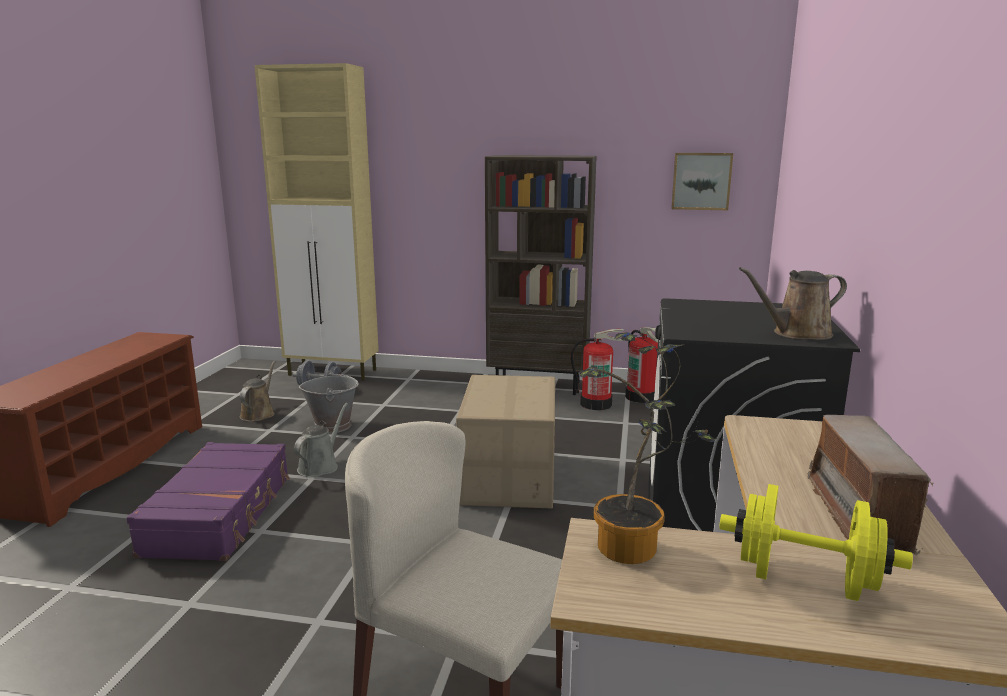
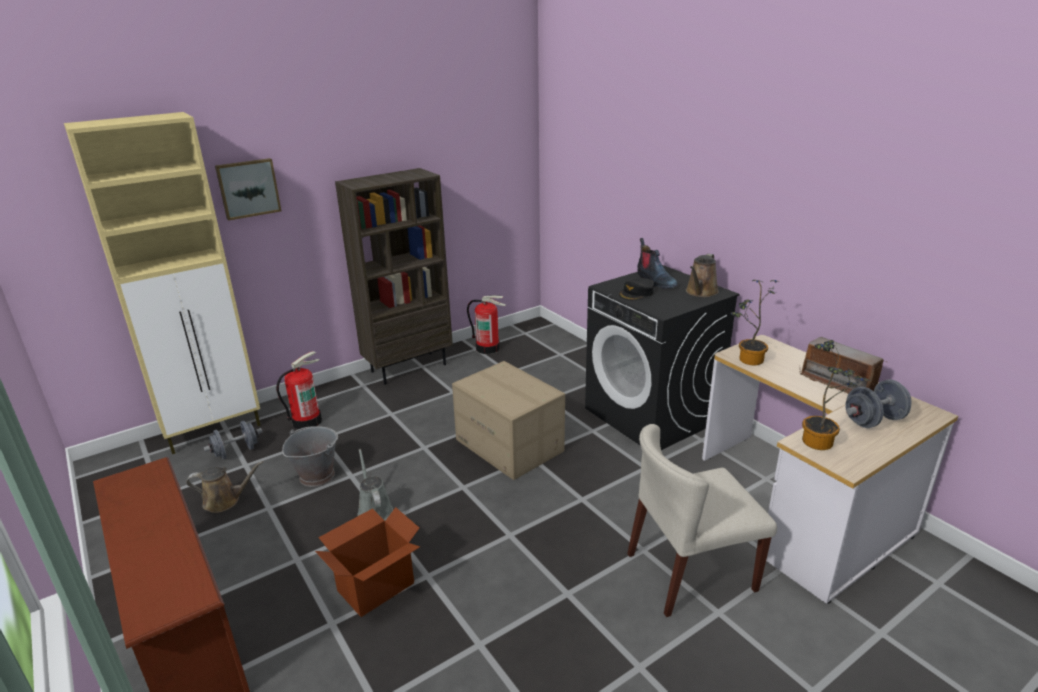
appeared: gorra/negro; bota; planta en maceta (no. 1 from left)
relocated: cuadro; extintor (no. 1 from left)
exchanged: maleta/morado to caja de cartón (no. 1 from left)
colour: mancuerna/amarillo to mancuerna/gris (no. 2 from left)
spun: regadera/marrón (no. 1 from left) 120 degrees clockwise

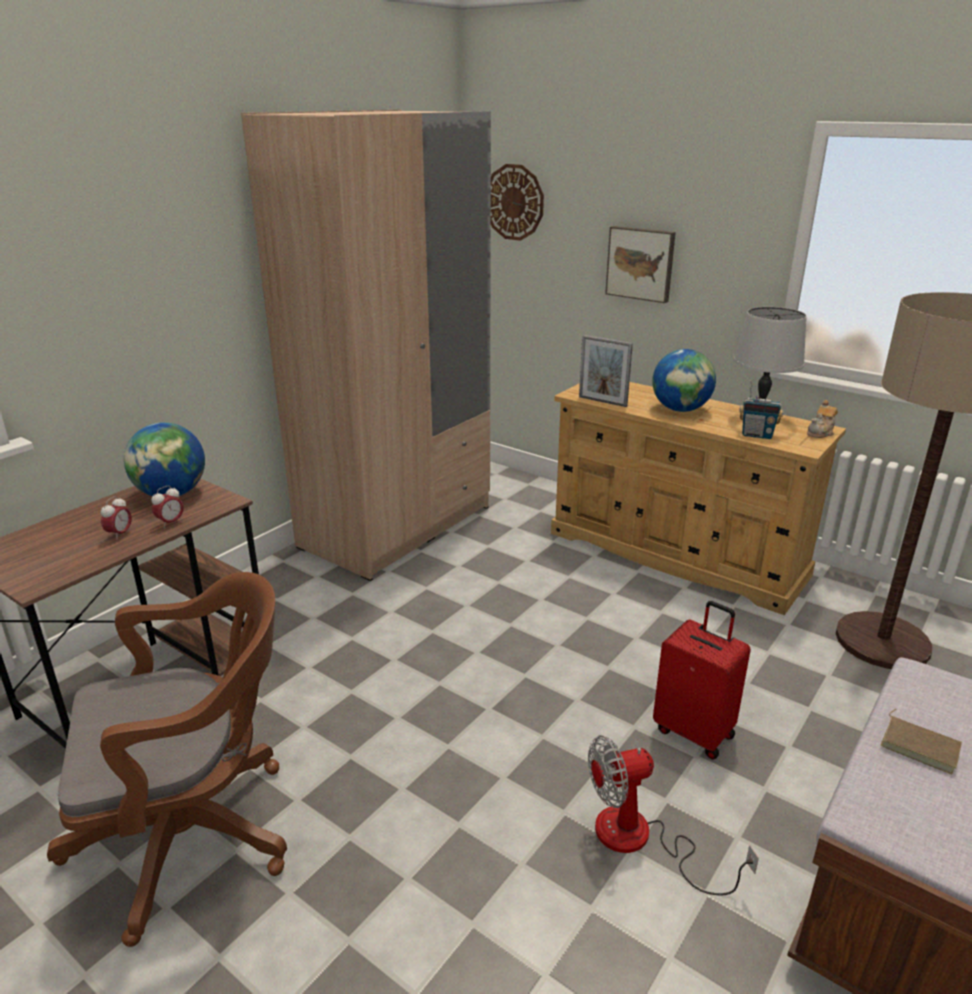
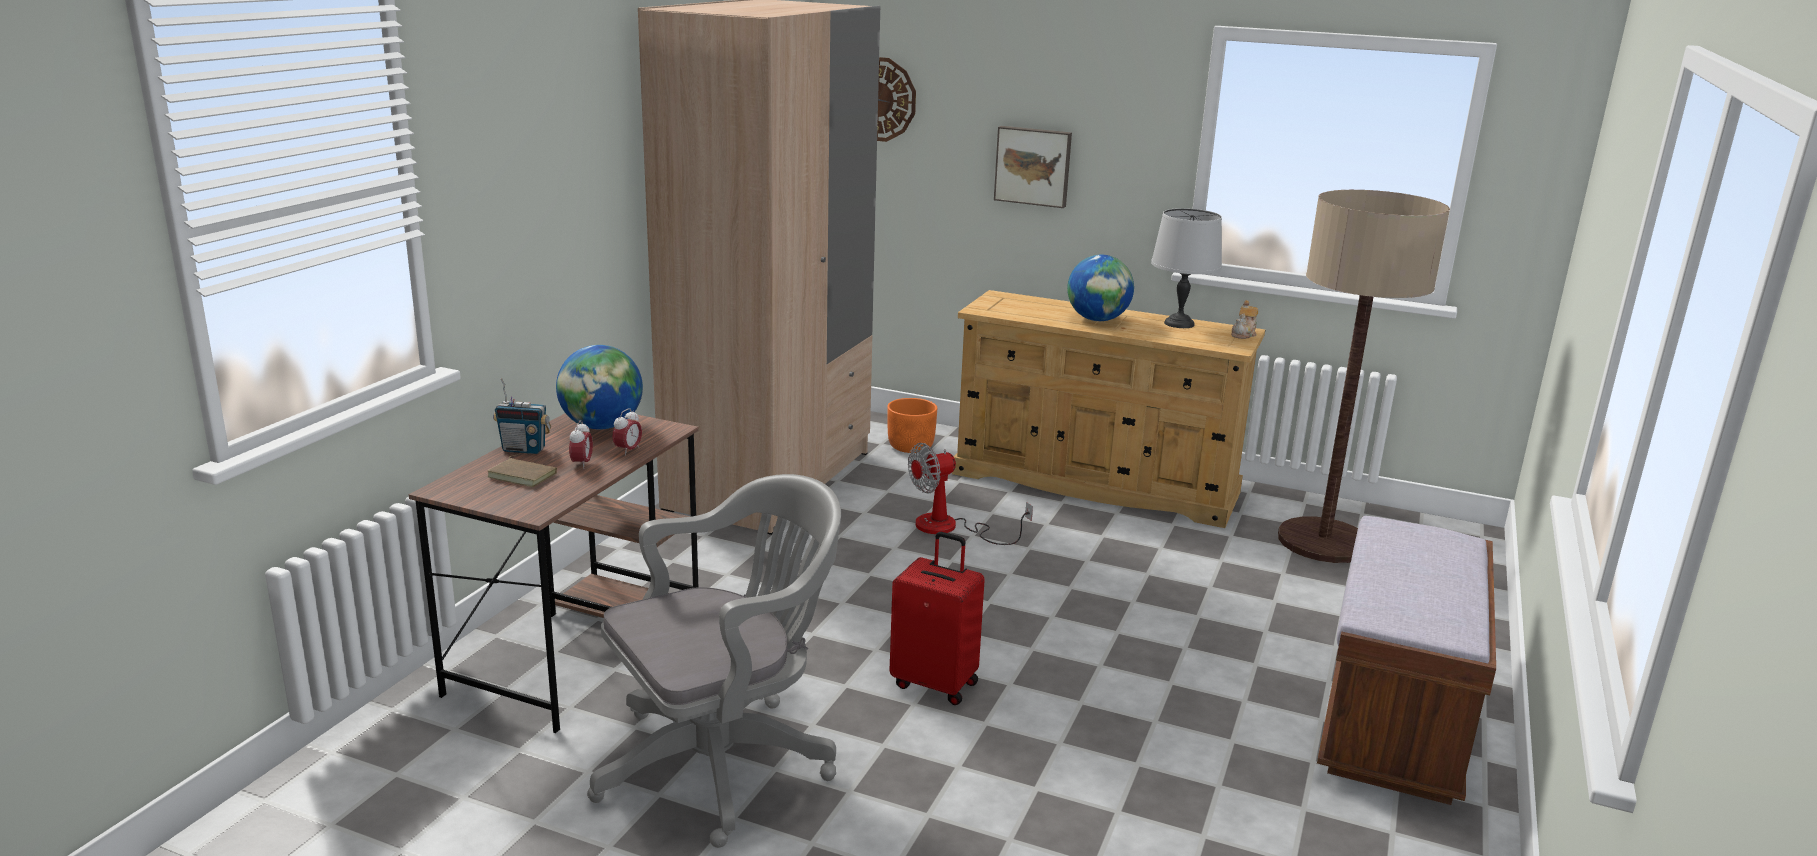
missing: portarretratos
appeared: maceta/naranja
relocated: libro/marrón; radio; maleta/rojo; ventilador
colour: silla de oficina/marrón to silla de oficina/gris

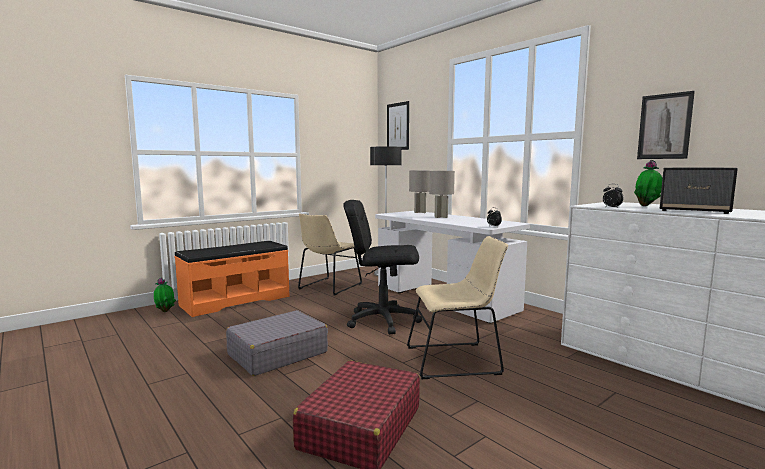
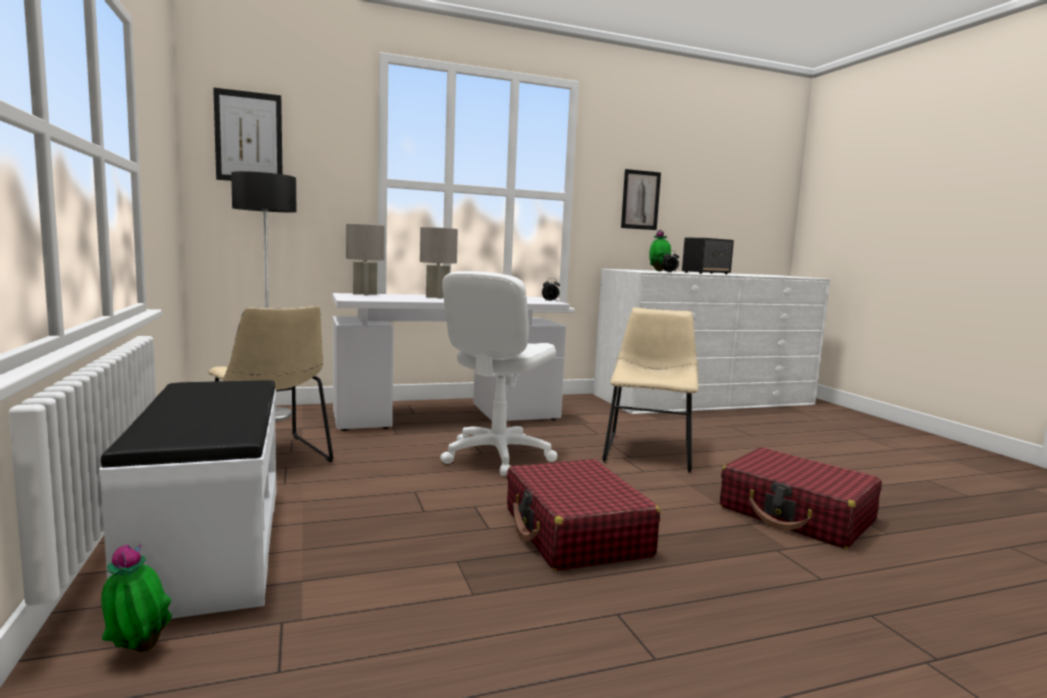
colour: banco/naranja to banco/blanco; silla de oficina/negro to silla de oficina/blanco; maleta/gris to maleta/rojo (no. 1 from left)

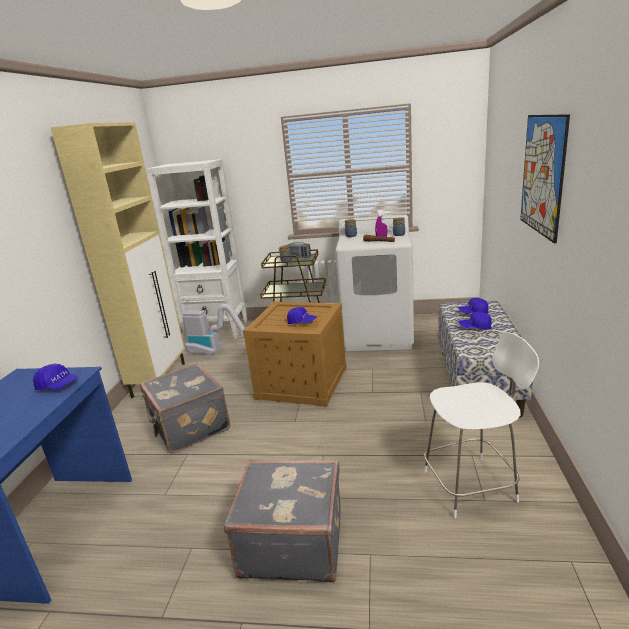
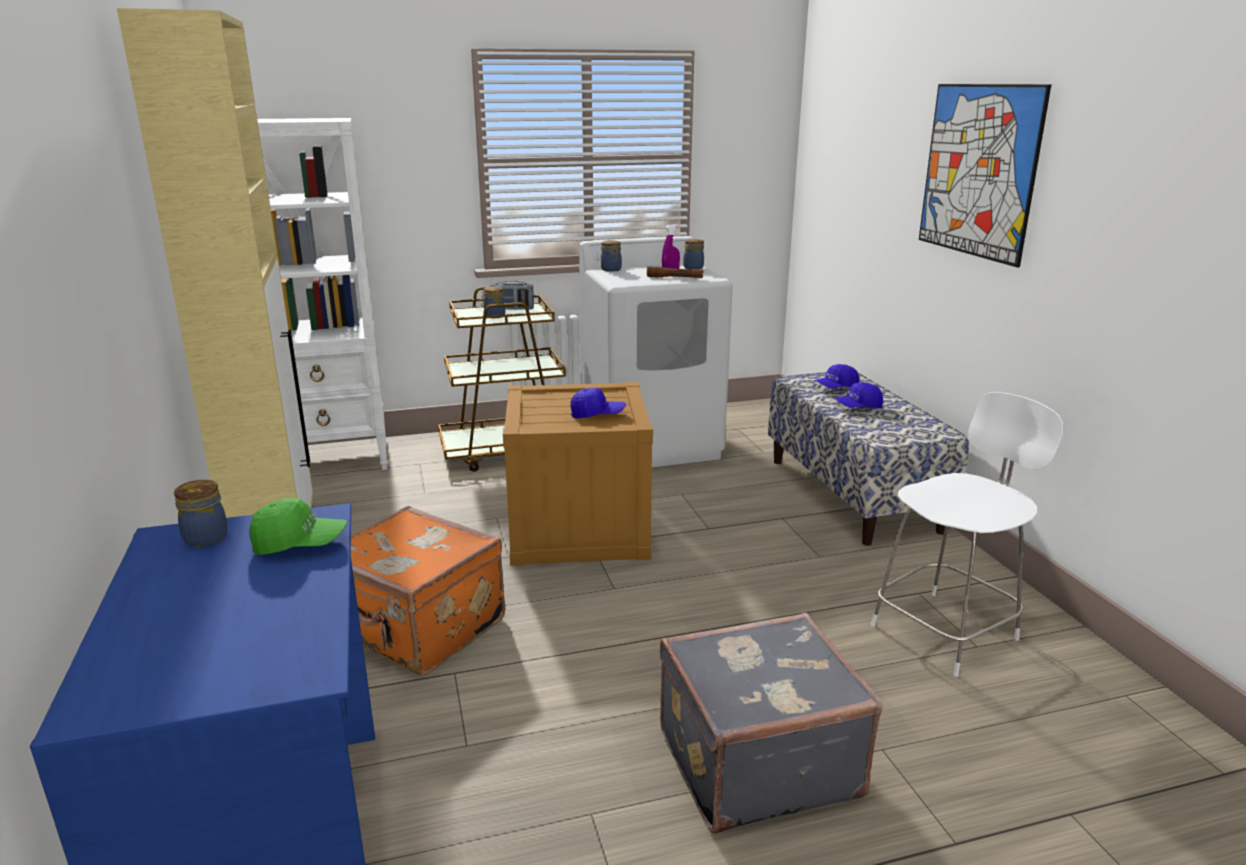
missing: aspiradora
appeared: tarro (no. 1 from left)
colour: gorra/azul (no. 1 from left) to gorra/verde; maleta/gris (no. 1 from left) to maleta/naranja

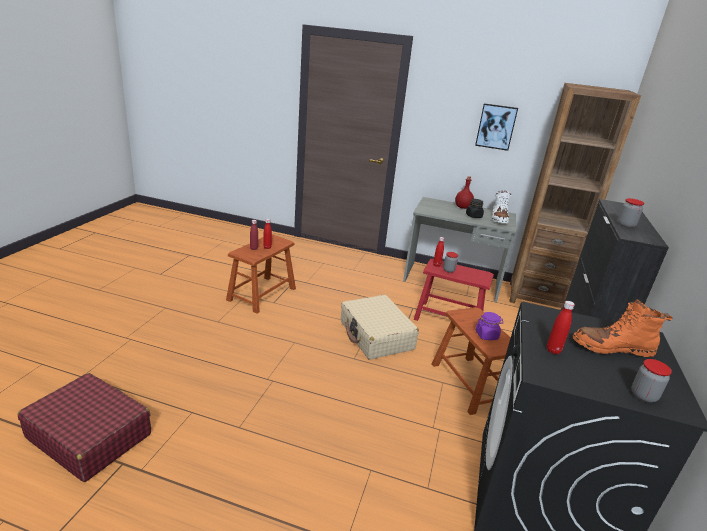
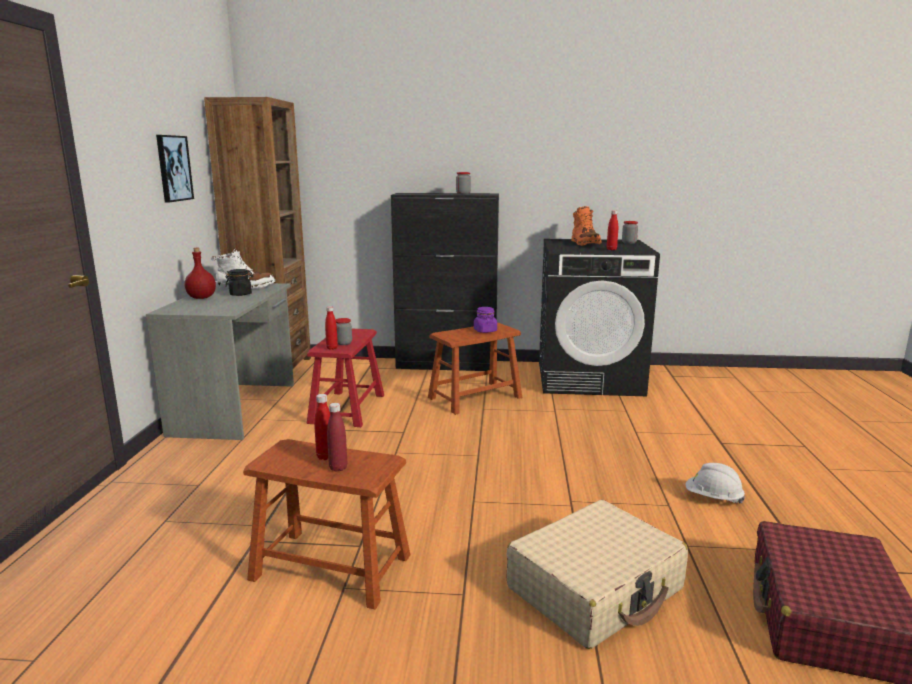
appeared: casco/blanco
relocated: maleta/beis

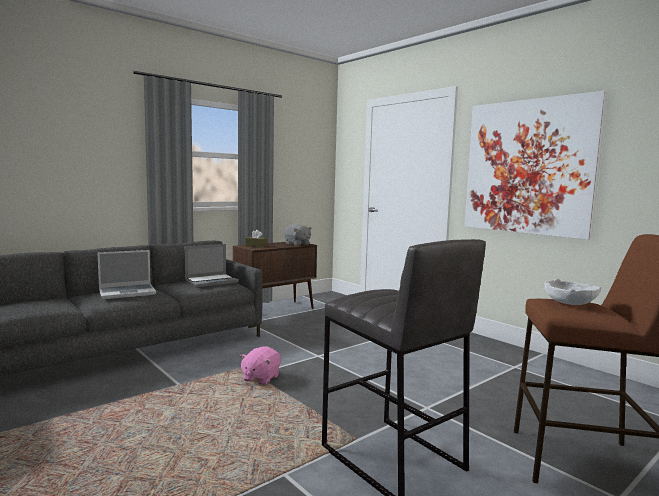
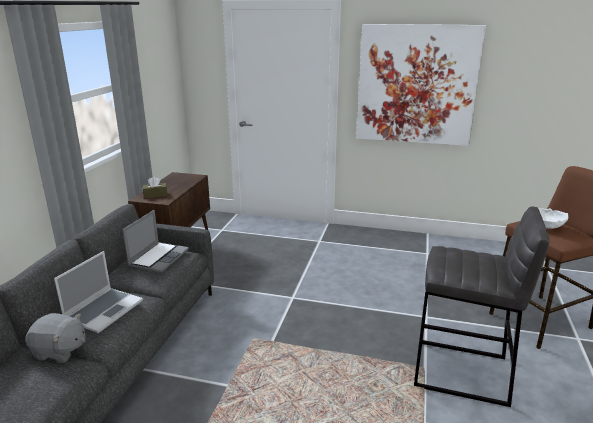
missing: peluche/rosa
relocated: peluche/gris

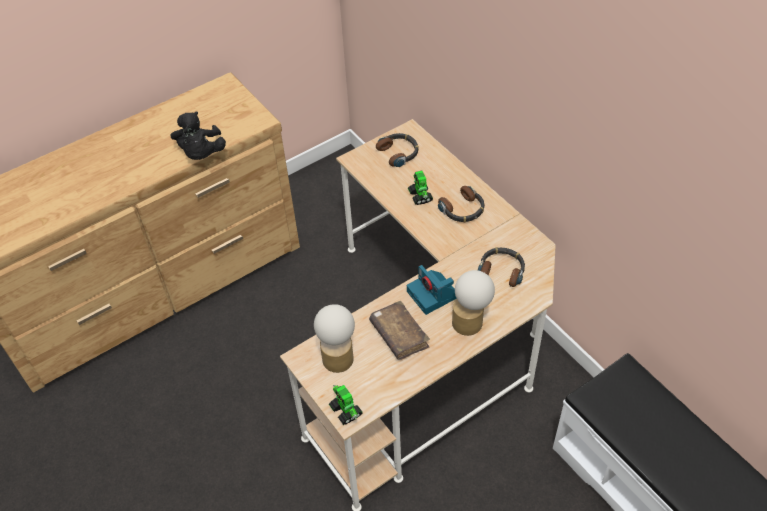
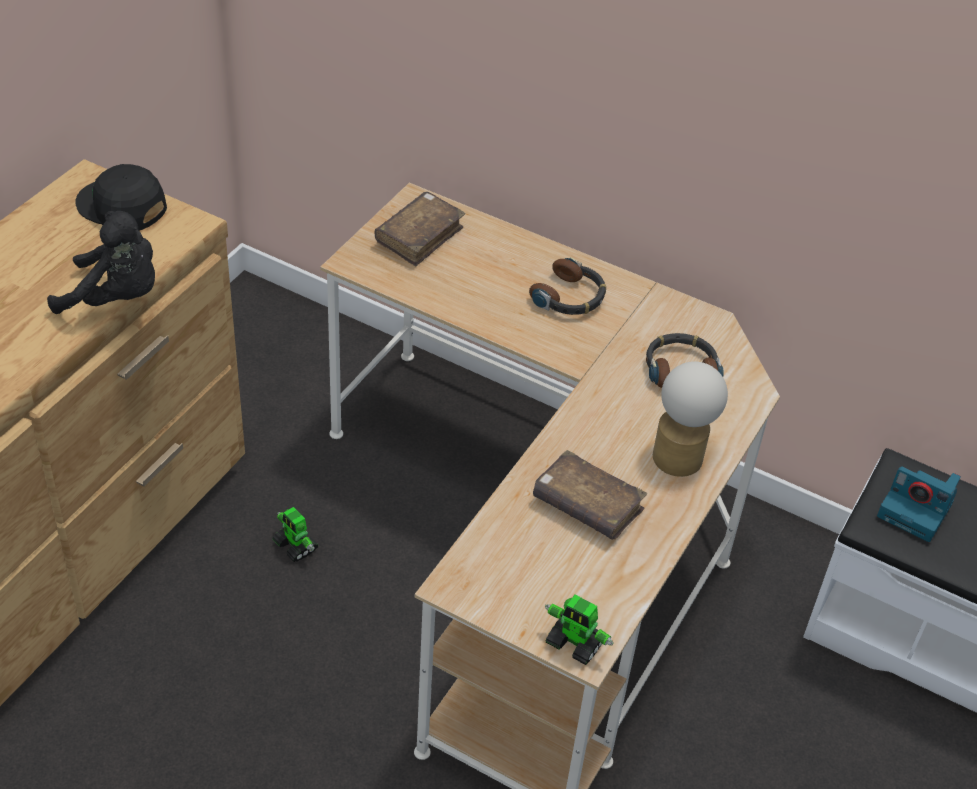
missing: lámpara de mesa (no. 1 from left)
appeared: gorra/negro
relocated: robot de juguete (no. 2 from left in the first image) to robot de juguete (no. 1 from left); cámara
exchanged: auriculares (no. 1 from left) to libro/marrón (no. 1 from left)
spun: peluche/negro 45 degrees counterclockwise

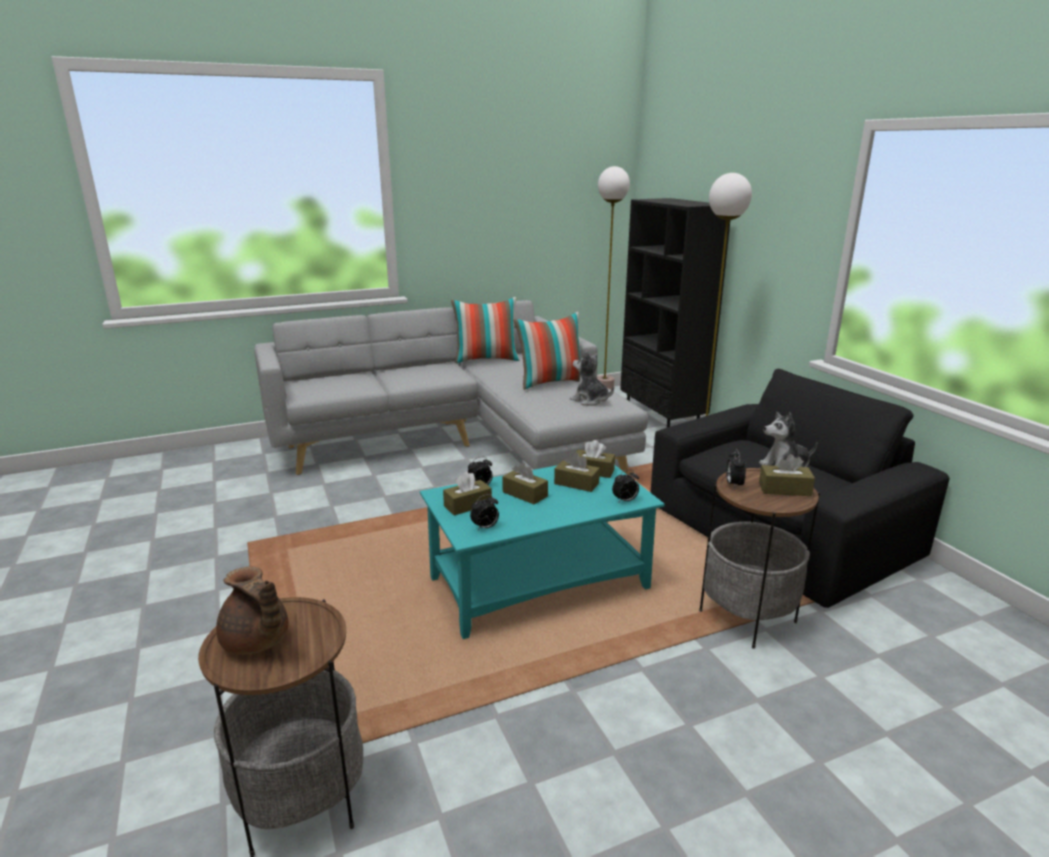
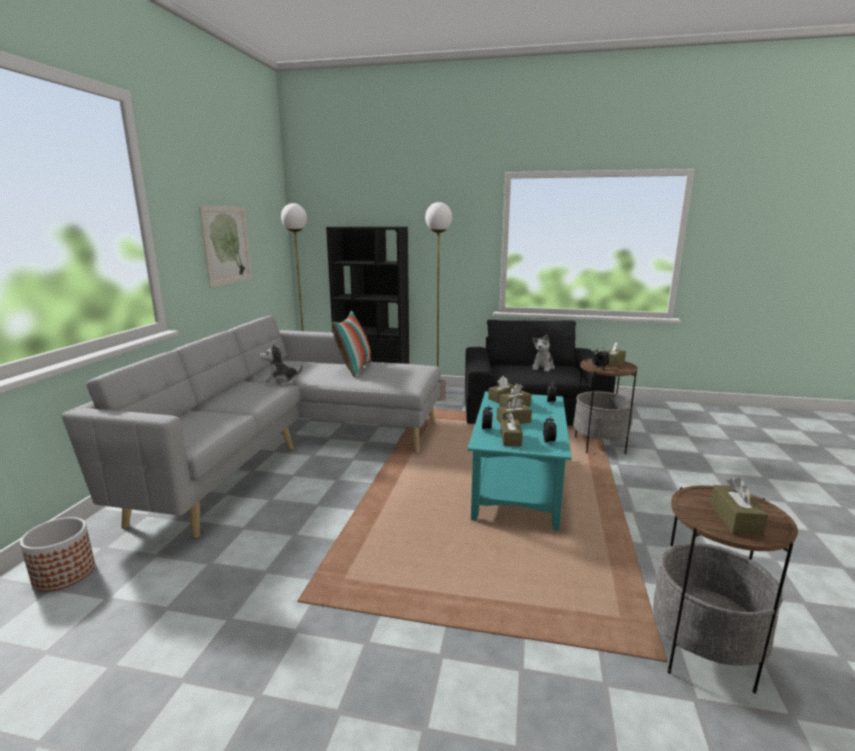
missing: cojín (no. 1 from left)
appeared: maceta; cuadro
relocated: peluche (no. 1 from left)
exchanged: tetera/marrón to caja de pañuelos/marrón (no. 6 from left)

